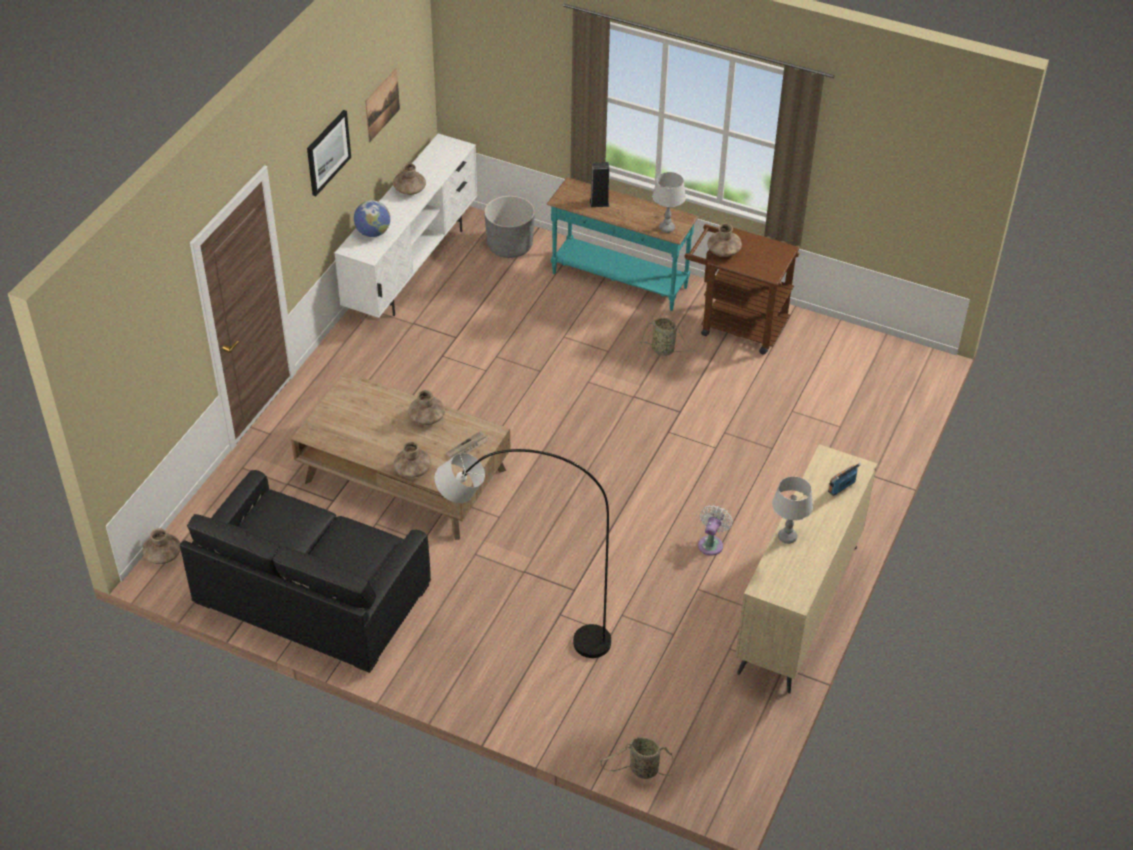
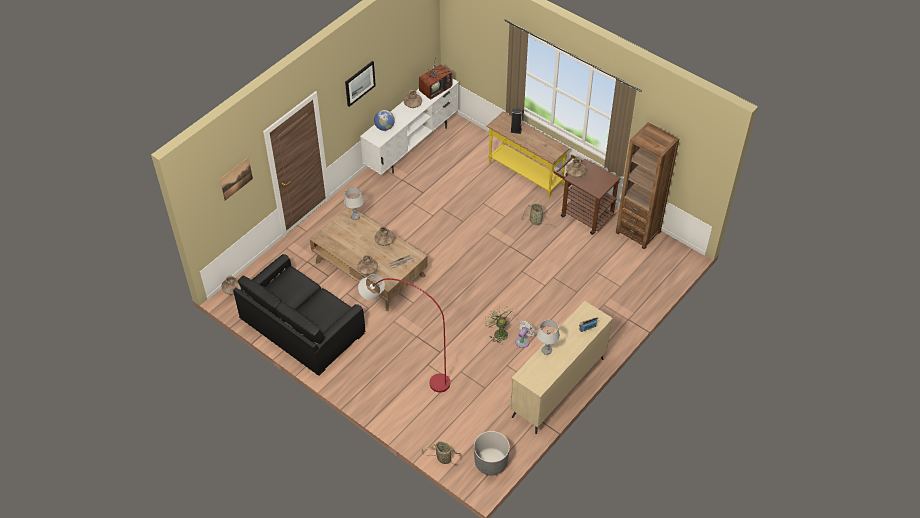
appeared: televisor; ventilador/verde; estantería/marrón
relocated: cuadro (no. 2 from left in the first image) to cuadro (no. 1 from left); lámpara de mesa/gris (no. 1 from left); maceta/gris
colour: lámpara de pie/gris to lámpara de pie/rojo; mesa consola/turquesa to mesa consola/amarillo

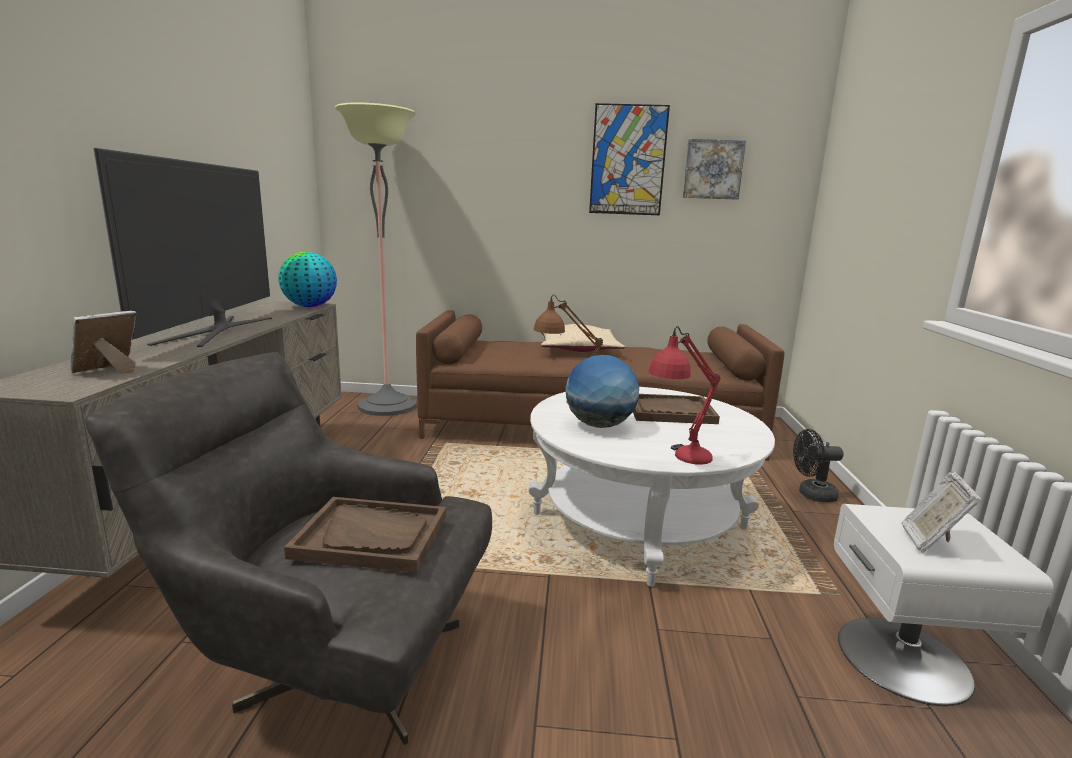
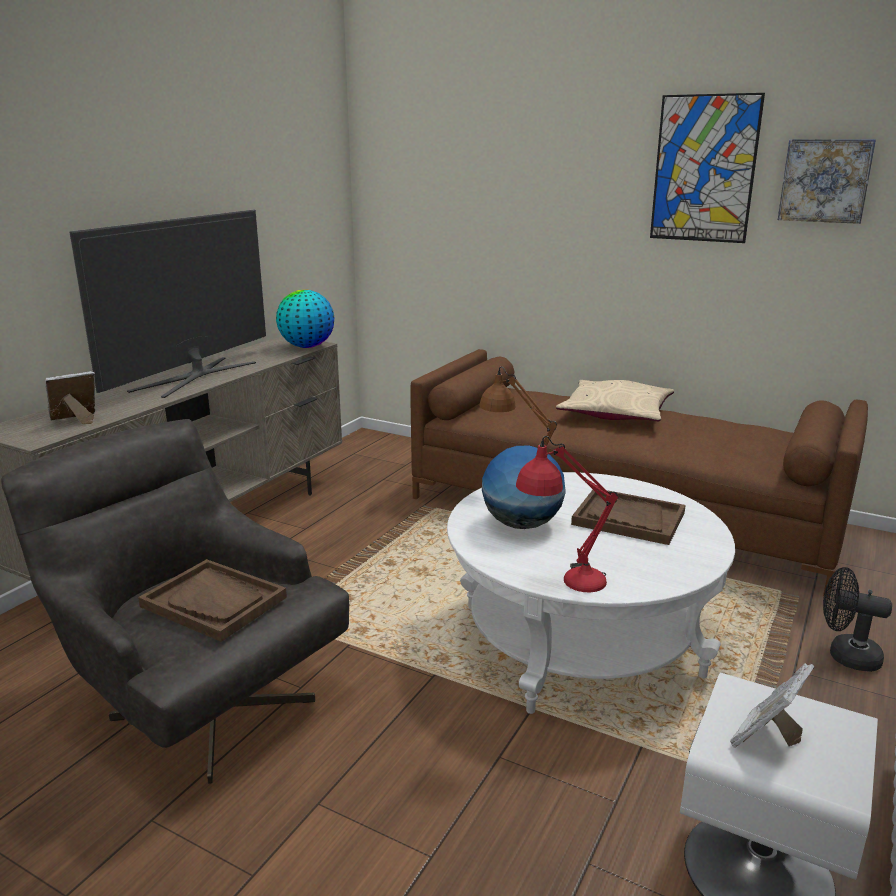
missing: lámpara de pie

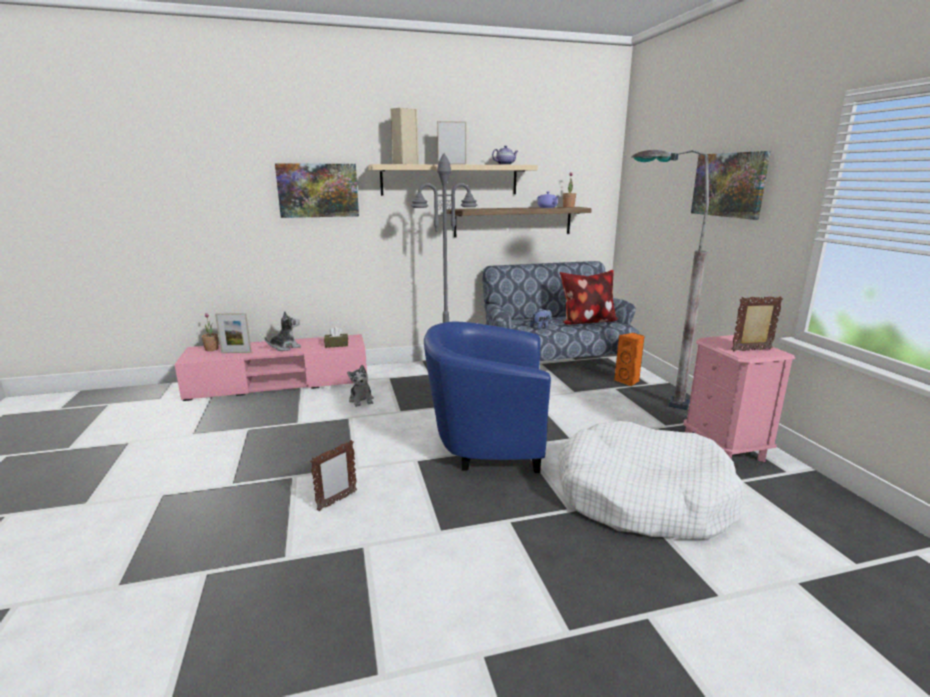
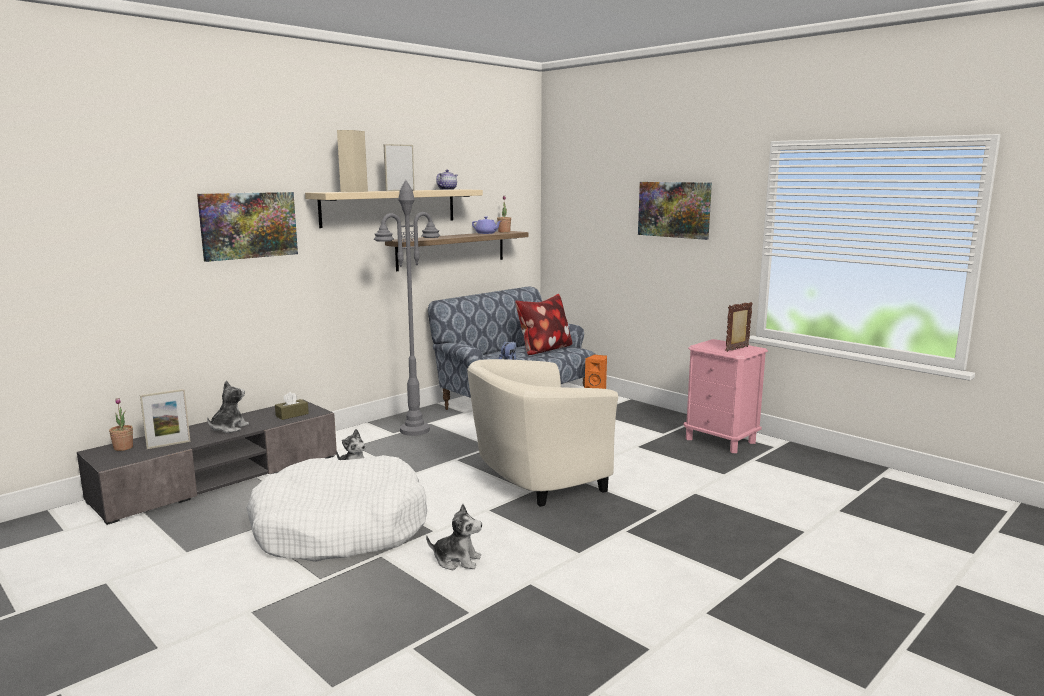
missing: lámpara de pie/gris (no. 2 from left)
relocated: cama para perro/blanco
exchanged: portarretratos (no. 2 from left) to peluche (no. 3 from left)
colour: mueble de televisión/rosa to mueble de televisión/gris; sillón/azul to sillón/beis

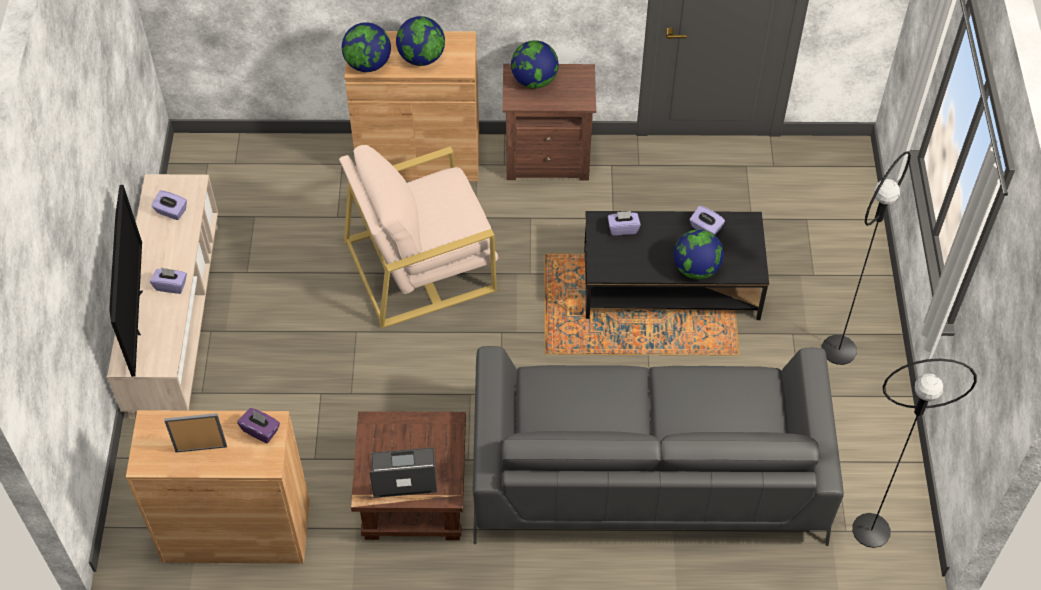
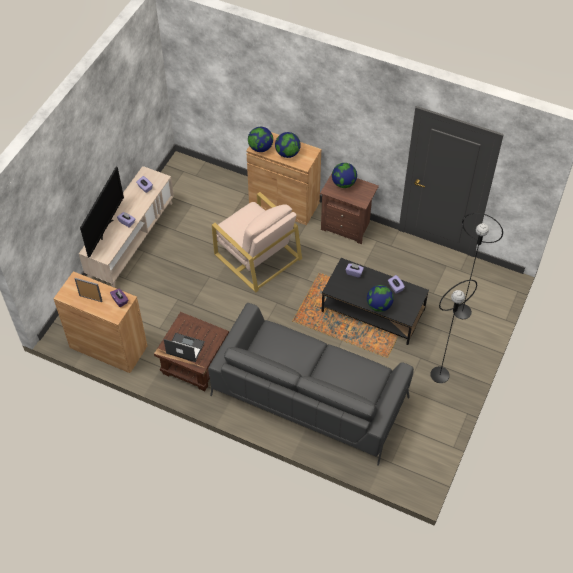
relocated: lámpara de pie/negro (no. 2 from left)
spun: sillón/beis 135 degrees counterclockwise

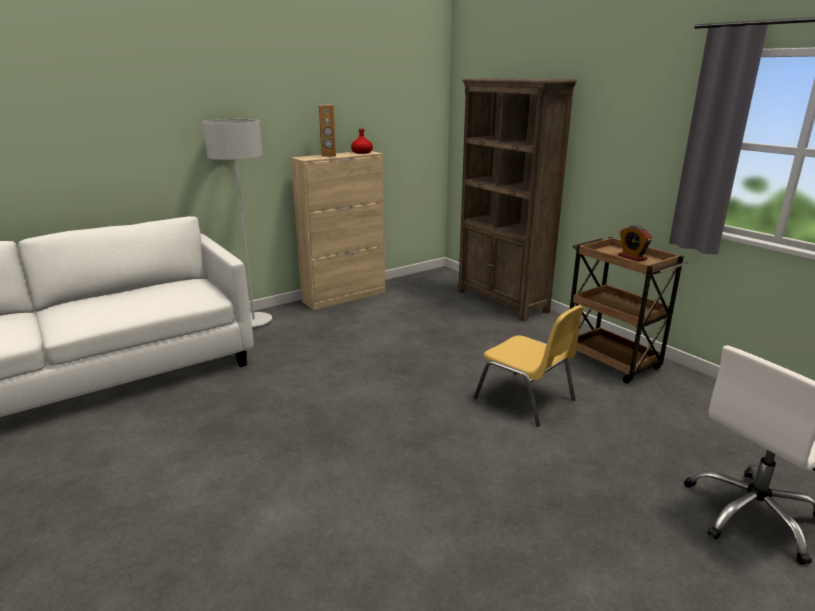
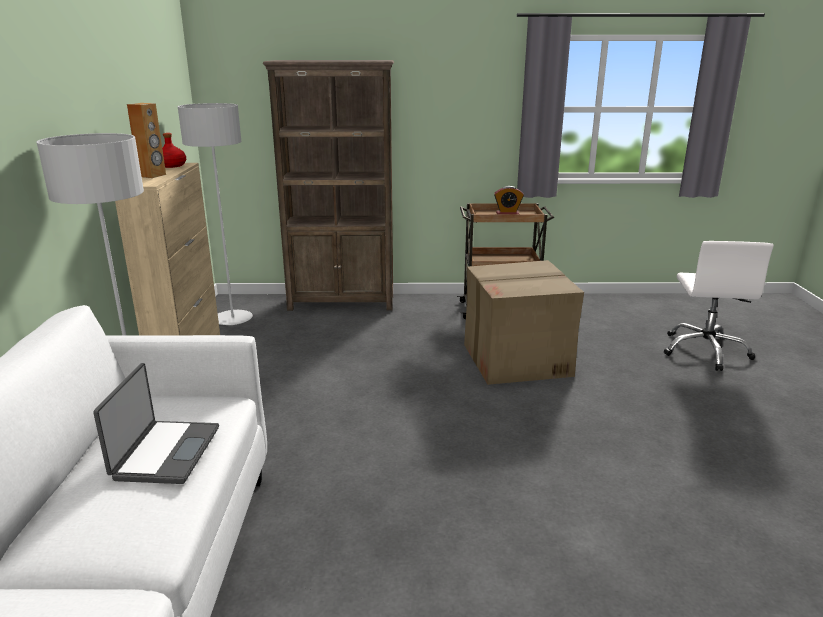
appeared: portátil; lámpara de pie/gris (no. 2 from left)
exchanged: silla/amarillo to caja de cartón

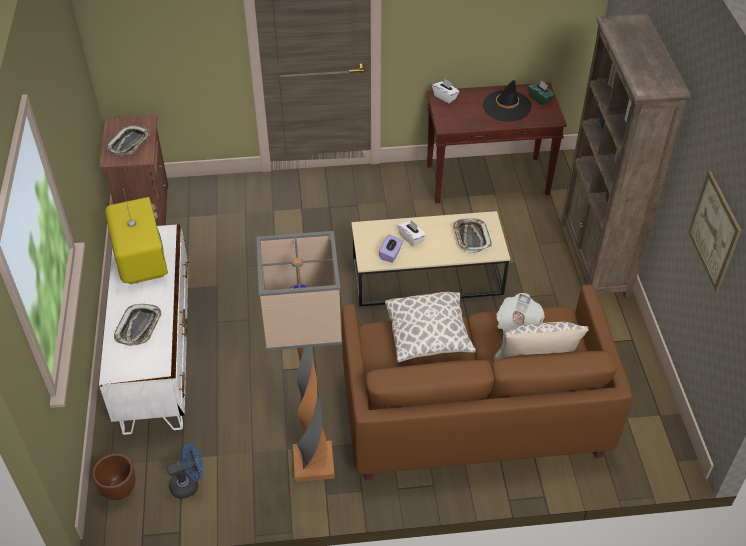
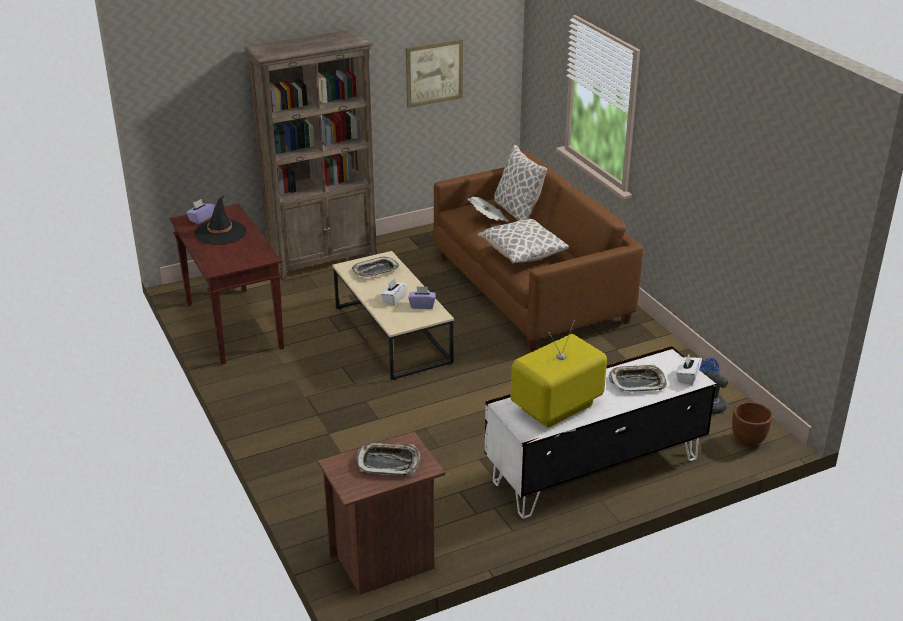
missing: lámpara de pie
relocated: caja de pañuelos/blanco (no. 2 from left)
colour: caja de pañuelos/verde to caja de pañuelos/morado (no. 1 from left)

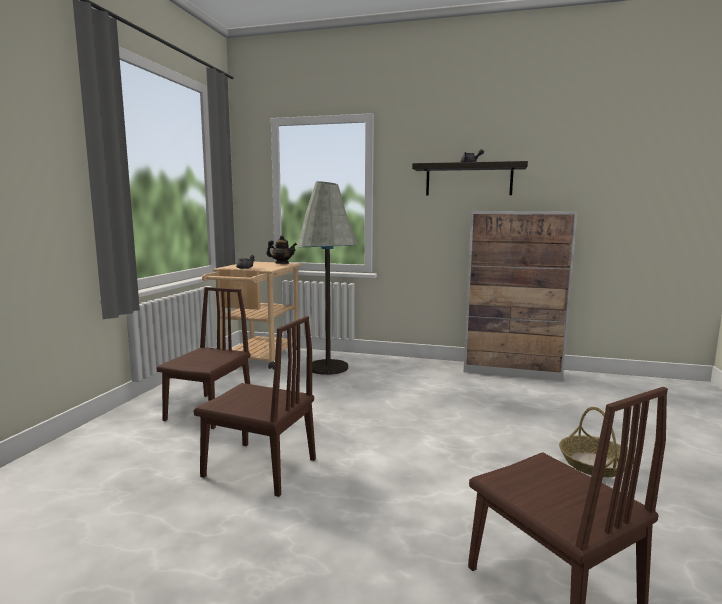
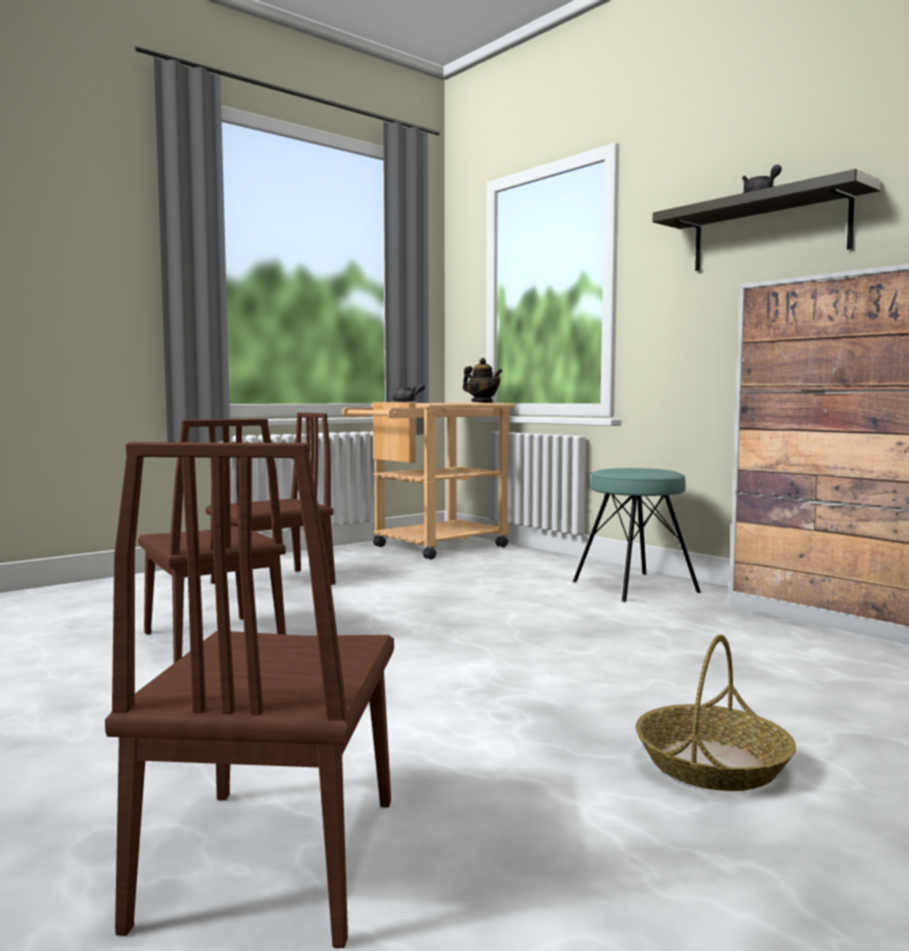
missing: lámpara de pie/gris
appeared: taburete/turquesa

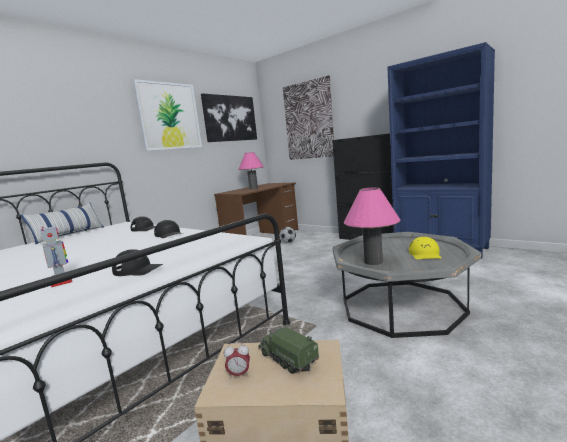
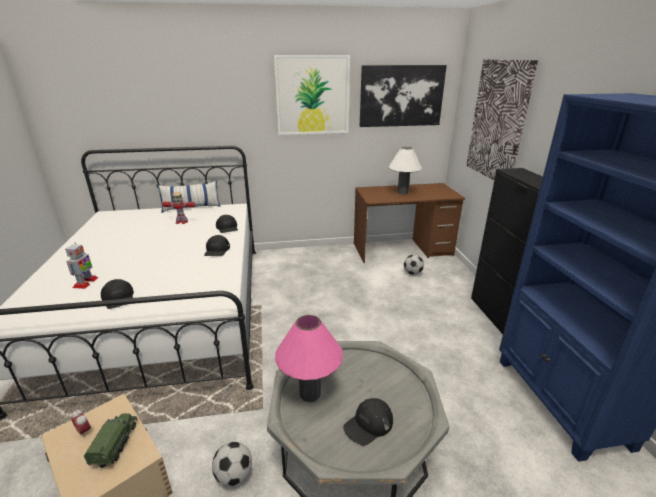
appeared: robot de juguete (no. 2 from left); balón de fútbol (no. 1 from left)
colour: gorra/amarillo to gorra/negro (no. 4 from left); lámpara de mesa/rosa (no. 1 from left) to lámpara de mesa/blanco

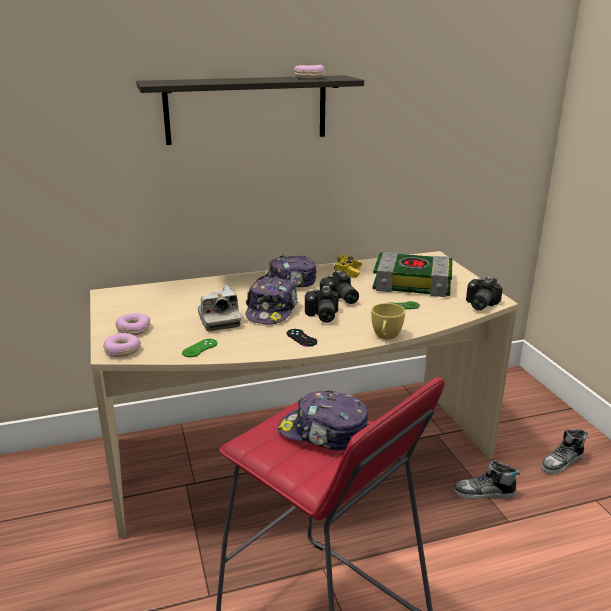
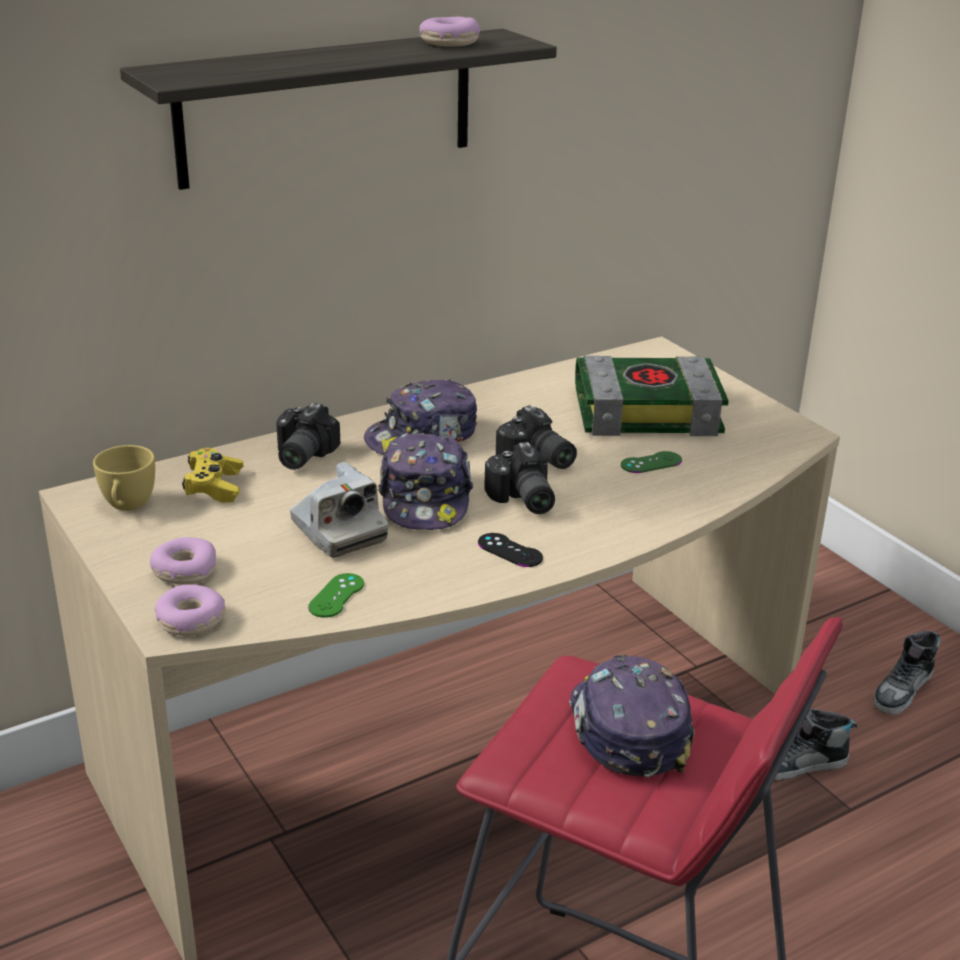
relocated: taza/amarillo; mando de consola/amarillo; cámara (no. 4 from left in the first image) to cámara (no. 1 from left)
spun: gorra (no. 3 from left) 75 degrees clockwise

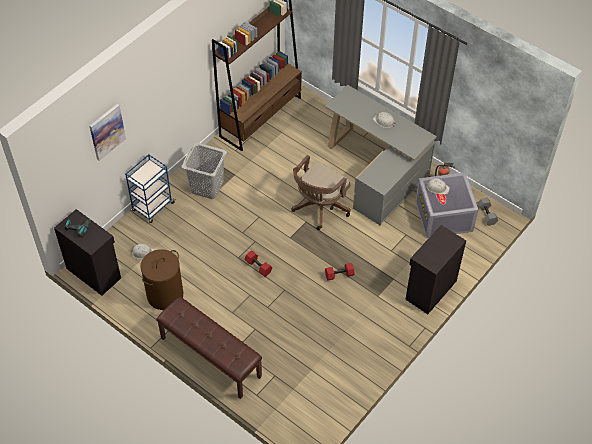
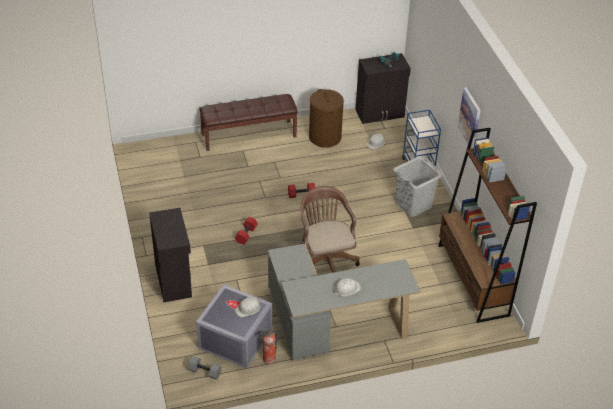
relocated: cuadro

